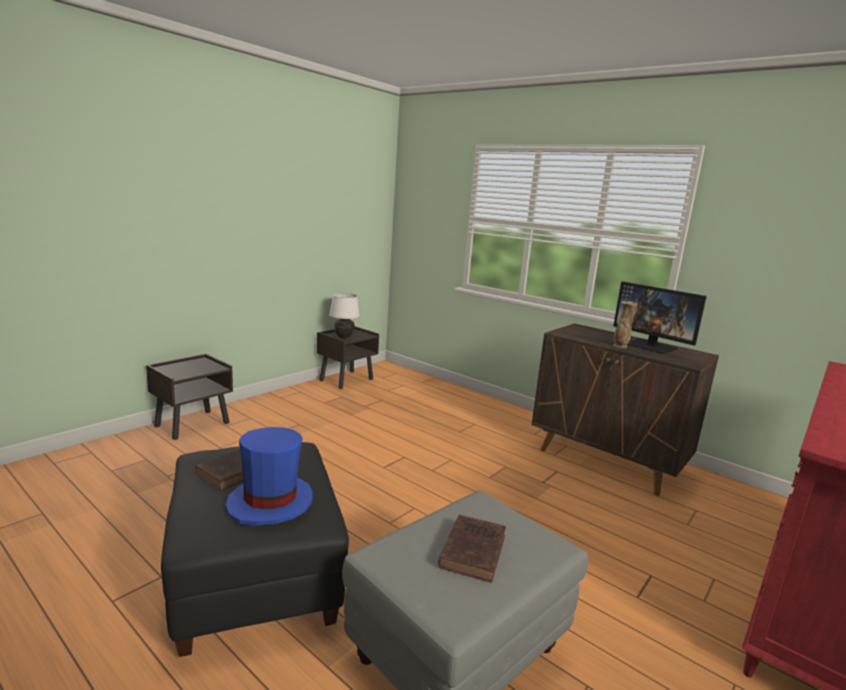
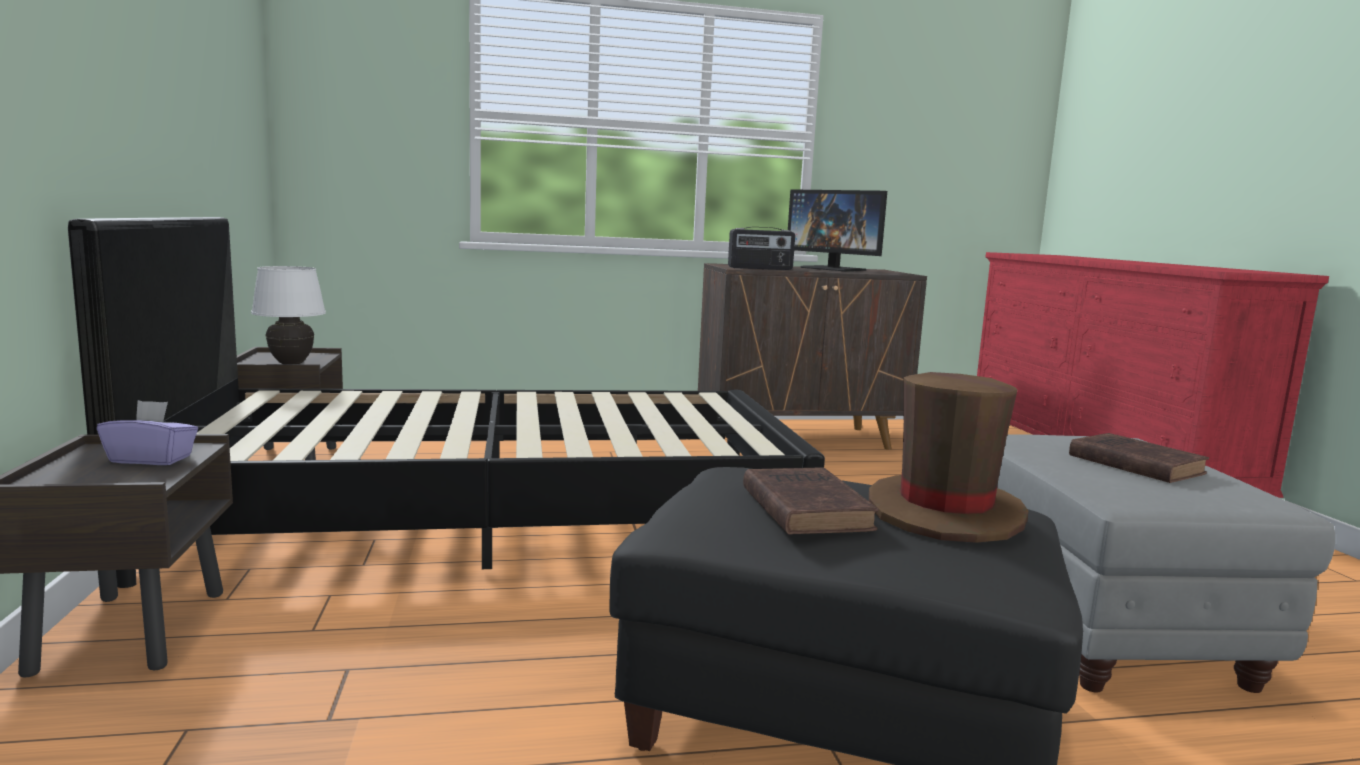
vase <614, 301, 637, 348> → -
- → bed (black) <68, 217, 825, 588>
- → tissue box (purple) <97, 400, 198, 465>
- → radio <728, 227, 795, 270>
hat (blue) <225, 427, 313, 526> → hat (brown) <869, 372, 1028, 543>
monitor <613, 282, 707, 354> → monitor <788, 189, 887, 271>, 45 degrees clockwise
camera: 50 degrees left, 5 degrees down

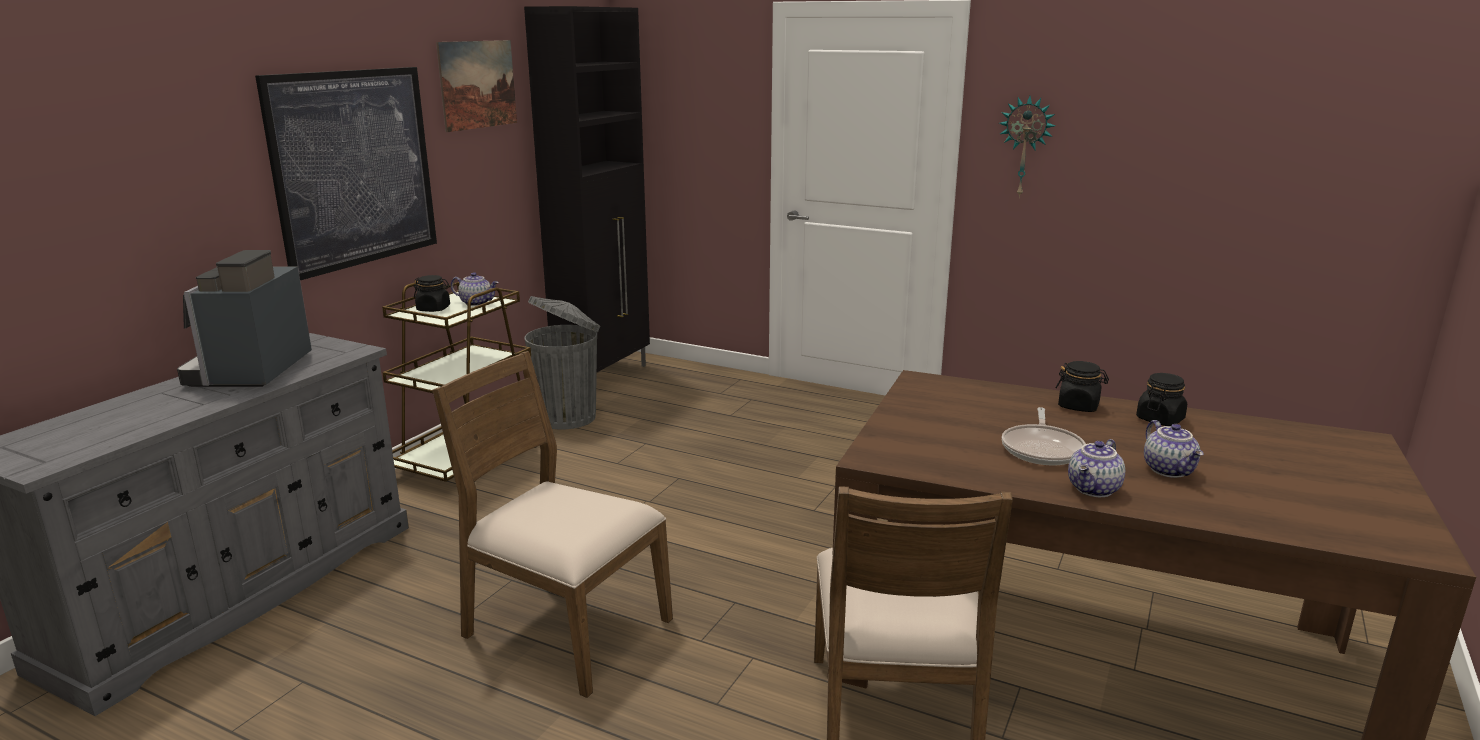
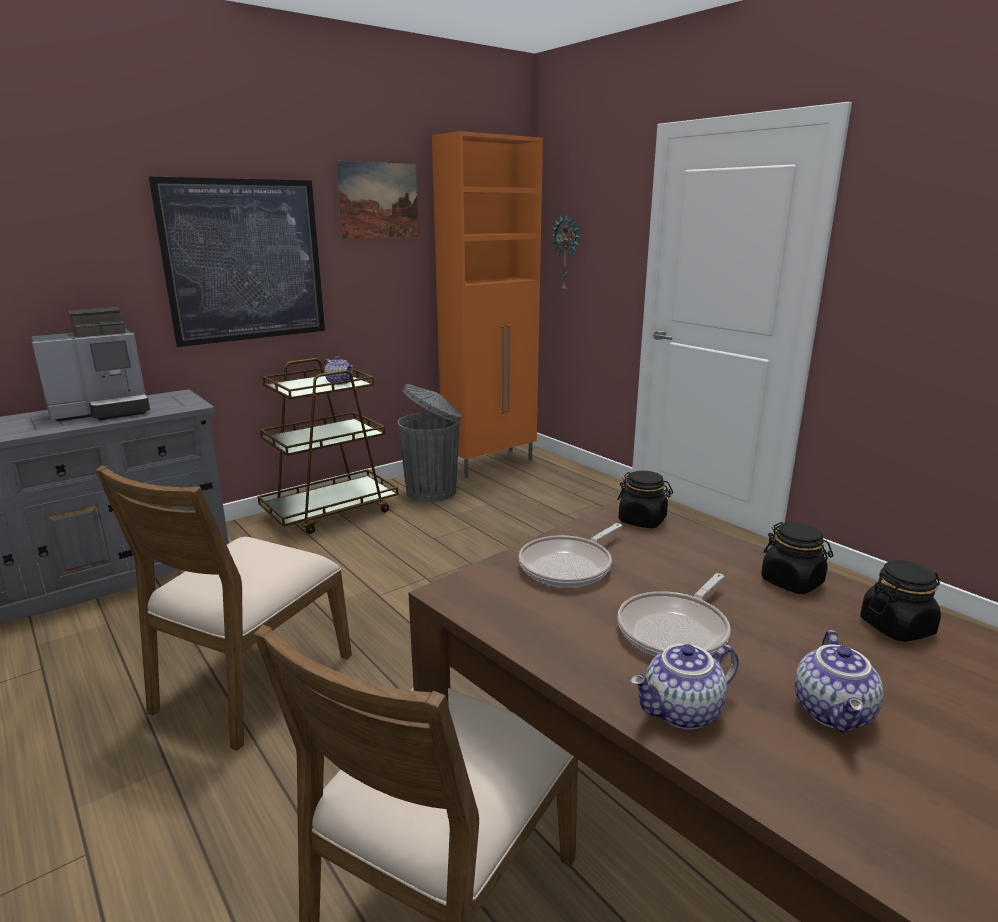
- → frying pan <519, 523, 622, 587>
jar (black) <414, 275, 450, 312> → jar (black) <617, 471, 673, 528>, move
wall clock <999, 96, 1055, 198> → wall clock <552, 214, 580, 291>, move
cabinet (black) <524, 6, 650, 372> → cabinet (orange) <432, 131, 543, 478>
coffee machine <177, 250, 312, 387> → coffee machine <31, 307, 150, 421>, 150 degrees counterclockwise
chair (brown) <432, 351, 673, 698> → chair (brown) <95, 466, 352, 751>, 120 degrees counterclockwise
camera: 25 degrees right, 0 degrees up

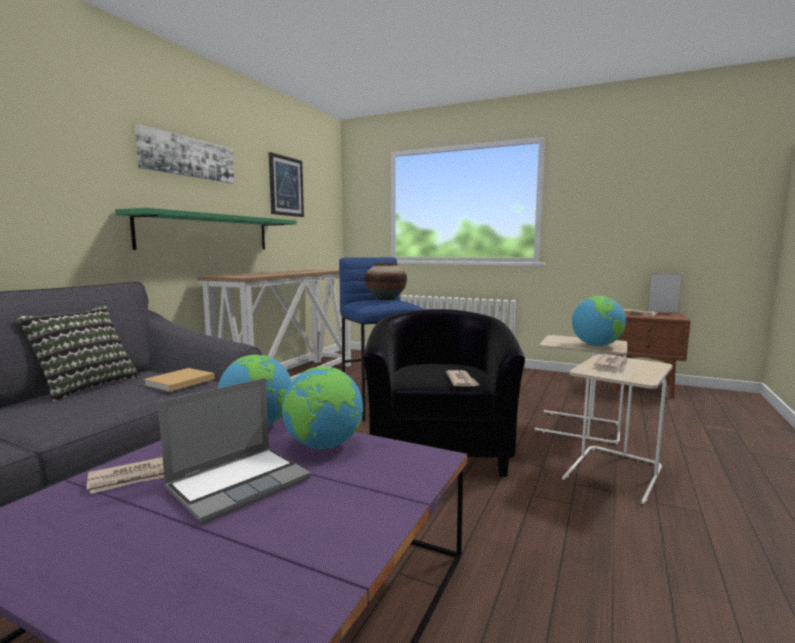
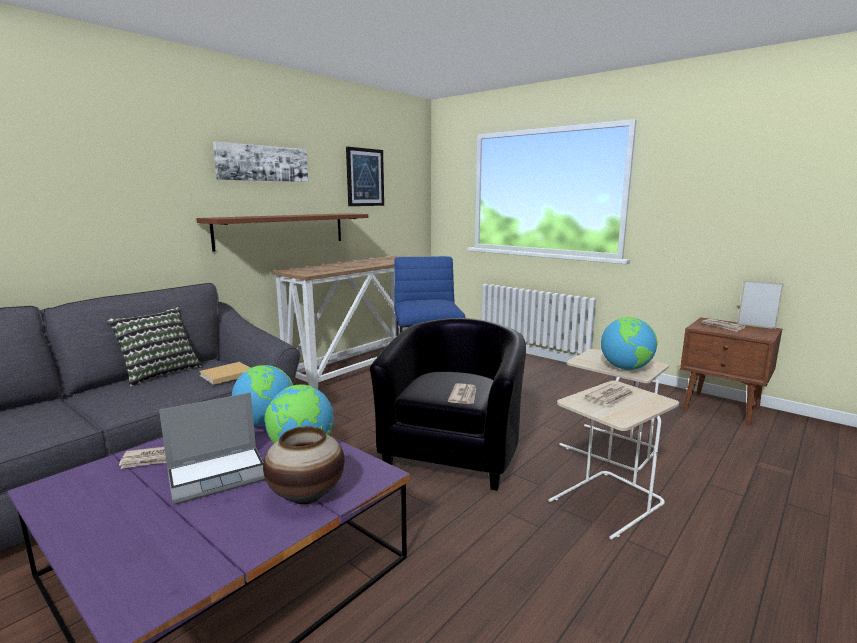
vase <365, 263, 407, 300> → vase <263, 426, 344, 505>, move
shelf (green) <115, 208, 297, 250> → shelf (brown) <196, 213, 368, 252>
camera: 15 degrees right, 5 degrees up

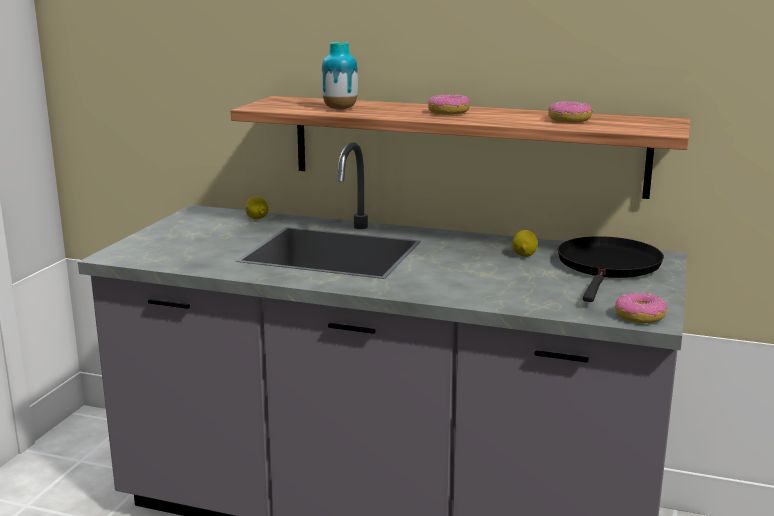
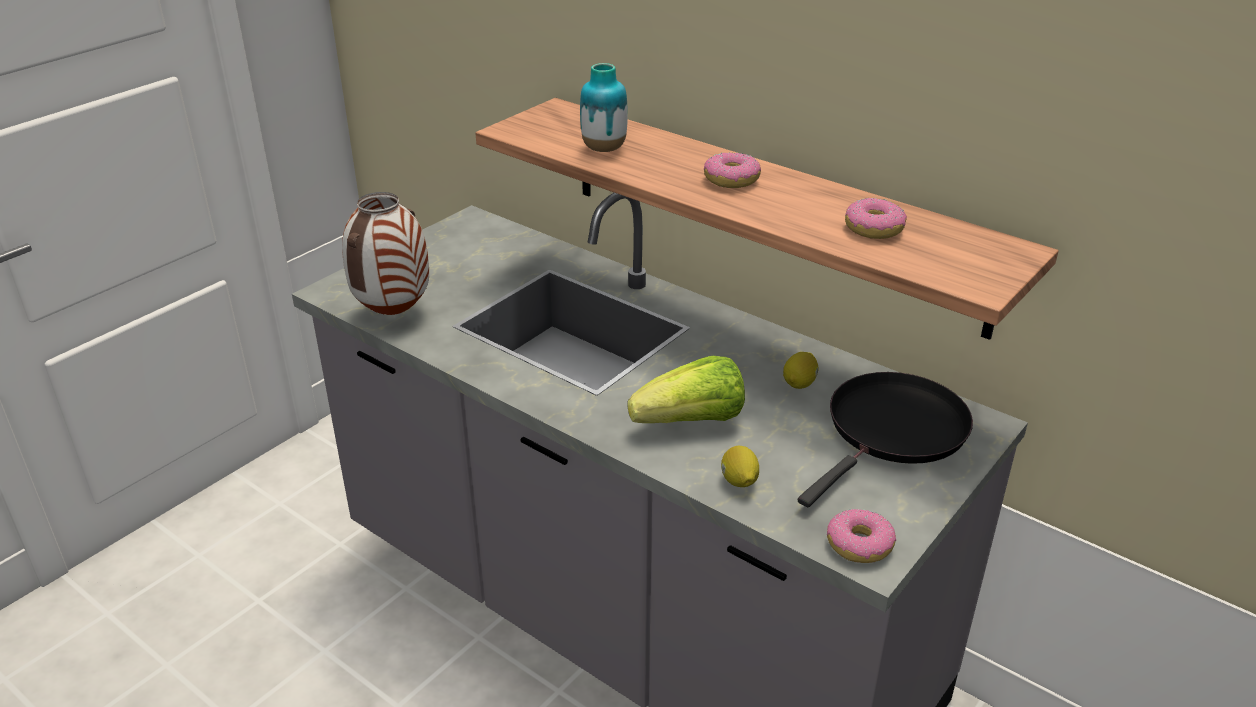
- → vase <342, 192, 429, 315>
- → lettuce <628, 356, 745, 423>
lemon <245, 196, 268, 219> → lemon <721, 446, 759, 487>, move
camera: 20 degrees right, 15 degrees up

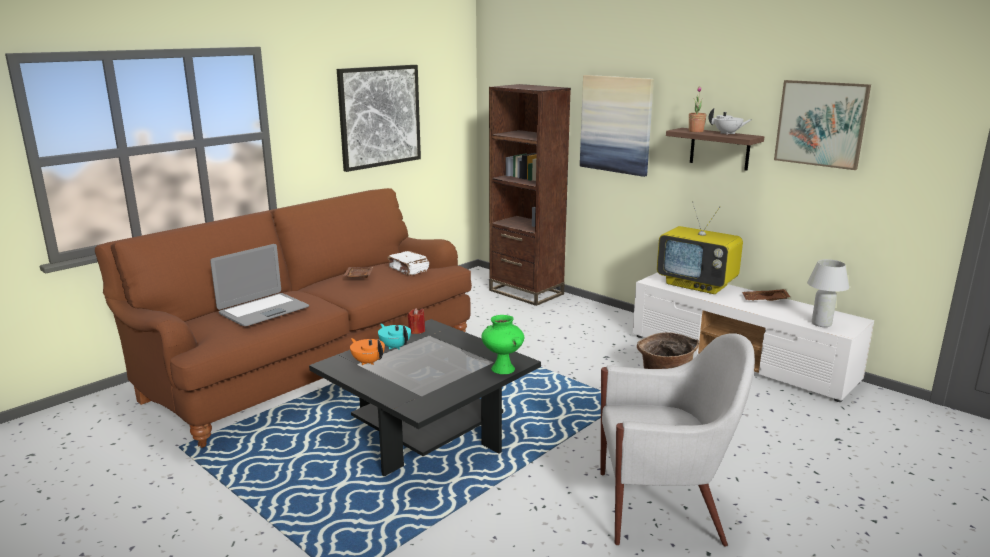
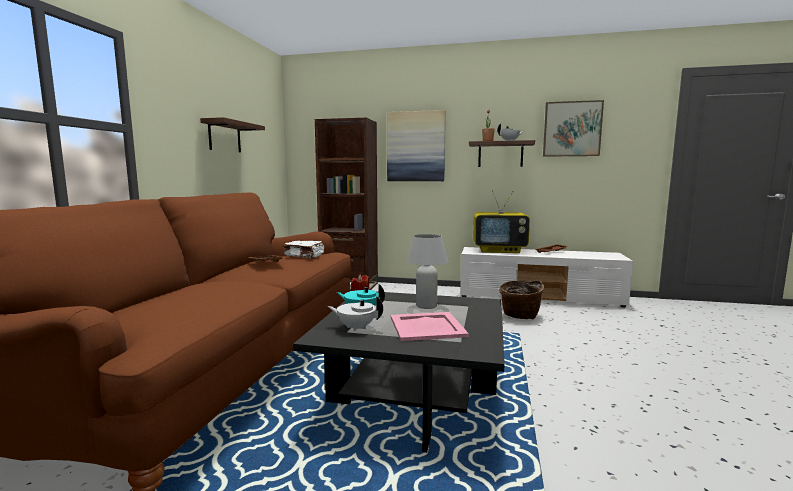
laptop <210, 244, 309, 326> → -
vase (green) <481, 315, 524, 374> → -
armchair (white) <600, 333, 755, 547> → -
- → tray (pink) <391, 312, 469, 341>
table lamp (white) <807, 259, 849, 327> → table lamp (white) <406, 234, 449, 309>, move
picture <337, 65, 421, 172> → shelf <200, 117, 265, 152>
teapot (orange) <350, 338, 385, 365> → teapot (white) <328, 296, 383, 332>
camera: 30 degrees left, 10 degrees down

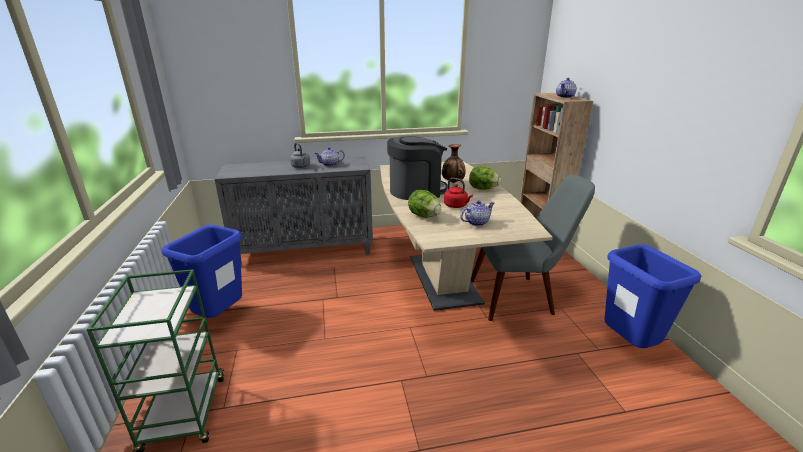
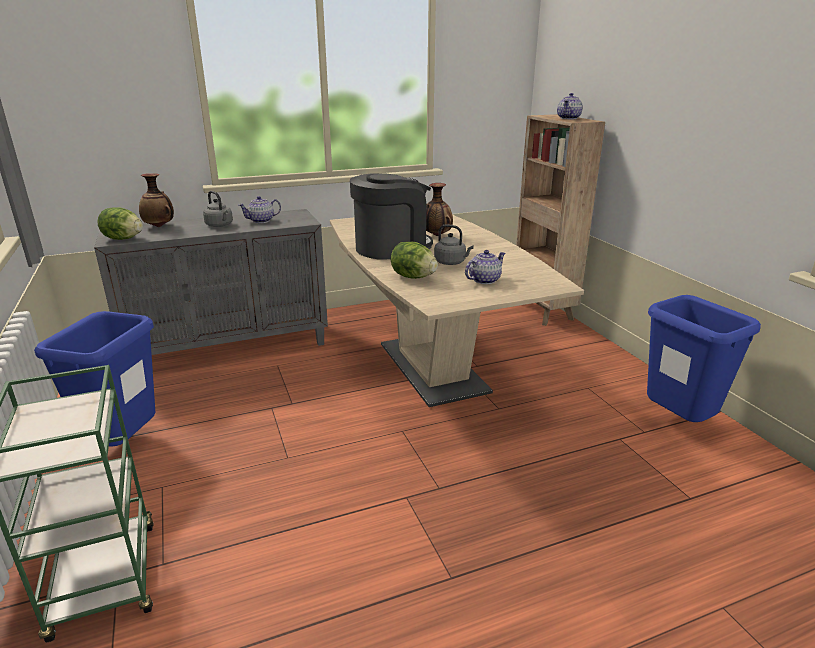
chair (grey) <471, 174, 595, 321> → -
- → vase <139, 173, 174, 227>
lettuce <469, 166, 501, 190> → lettuce <97, 207, 143, 240>, move
kettle (red) <444, 178, 473, 208> → kettle (grey) <434, 224, 474, 265>
camera: 10 degrees left, 0 degrees up

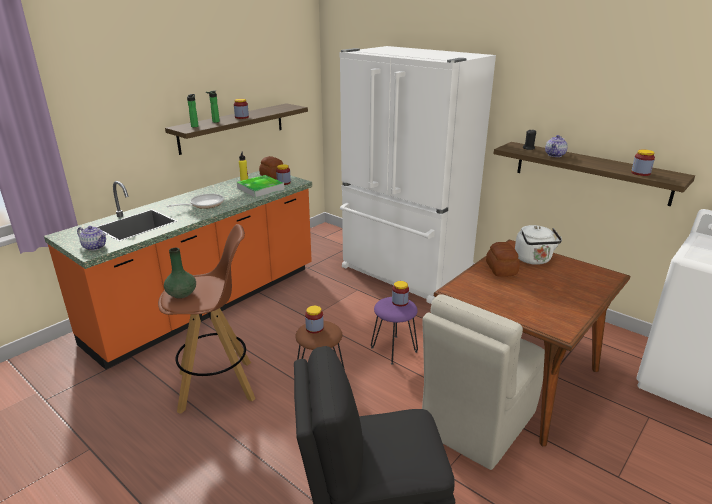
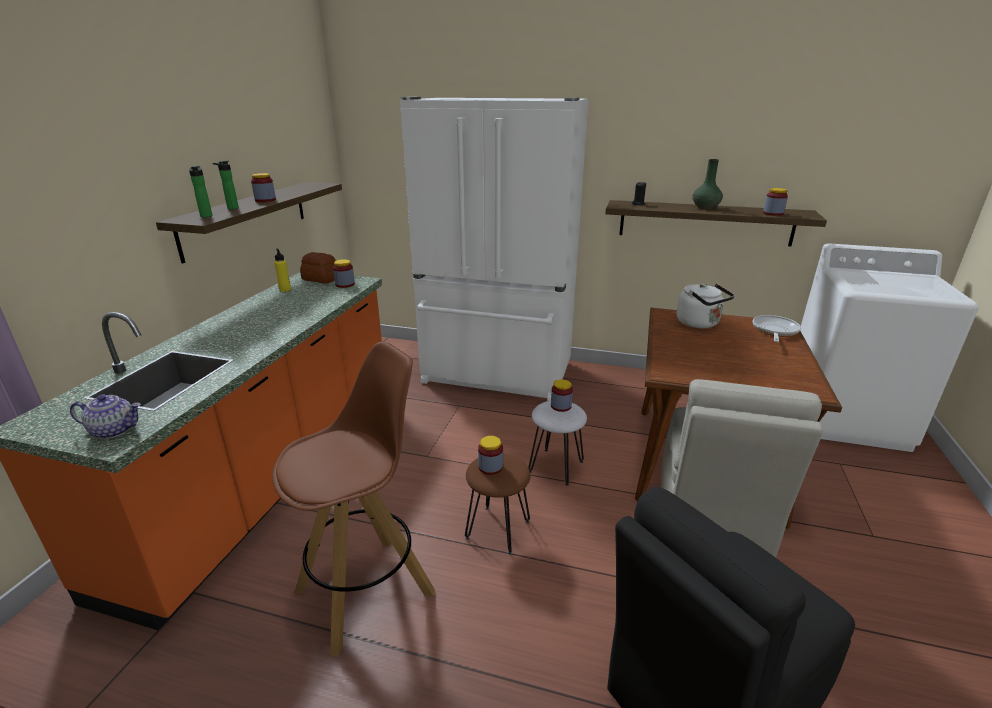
tray <237, 175, 284, 197> → -
bread <486, 242, 520, 277> → -
teapot <545, 135, 568, 157> → -
vase (green) <164, 248, 196, 299> → vase (green) <693, 159, 723, 209>, move
frying pan <167, 194, 224, 209> → frying pan <752, 315, 801, 342>, move
stool (purple) <371, 297, 418, 364> → stool (white) <528, 401, 587, 485>
camera: 25 degrees left, 0 degrees up

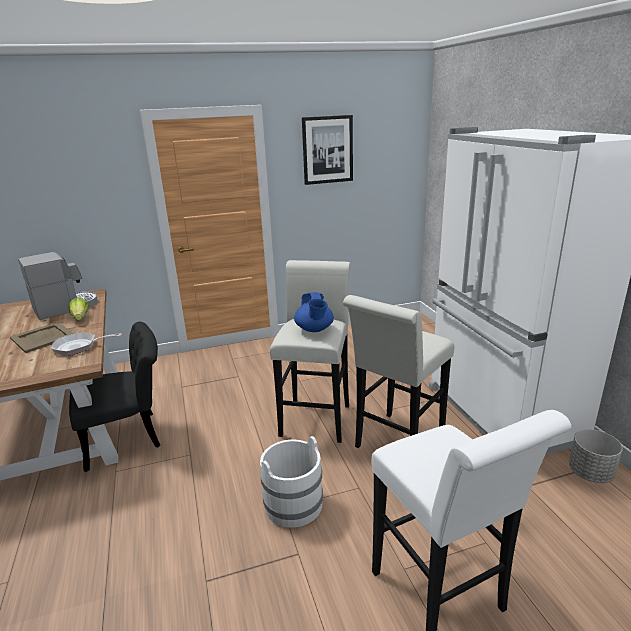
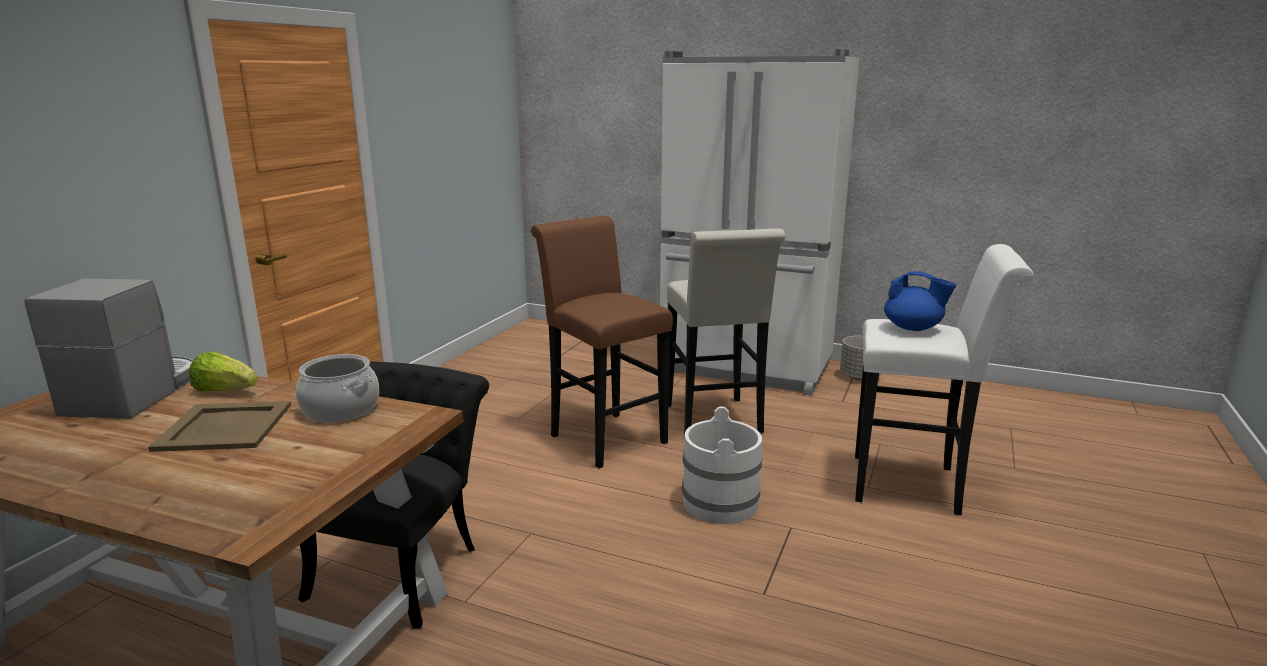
picture <302, 115, 353, 185> → -
teapot (blue) <294, 292, 334, 332> → teapot (blue) <884, 271, 956, 331>, move
frying pan <50, 332, 123, 356> → cooking pot <296, 354, 379, 422>
stool (white) <270, 260, 351, 443> → stool (brown) <531, 216, 673, 468>
camera: 50 degrees left, 5 degrees down

